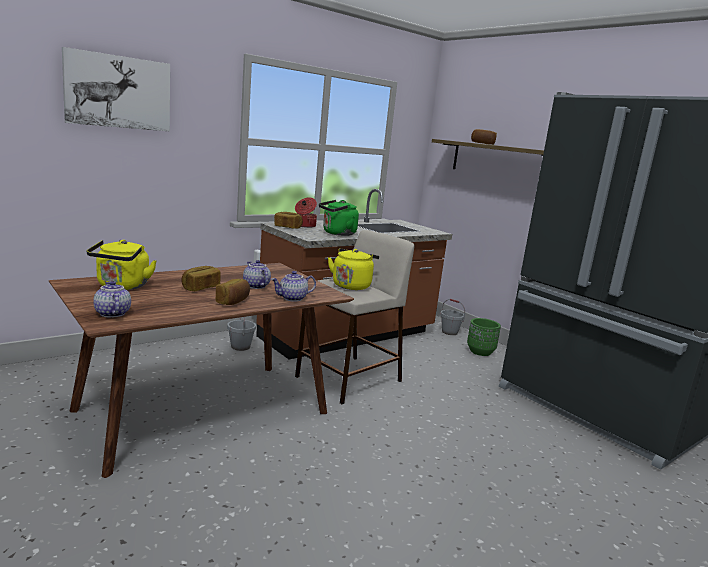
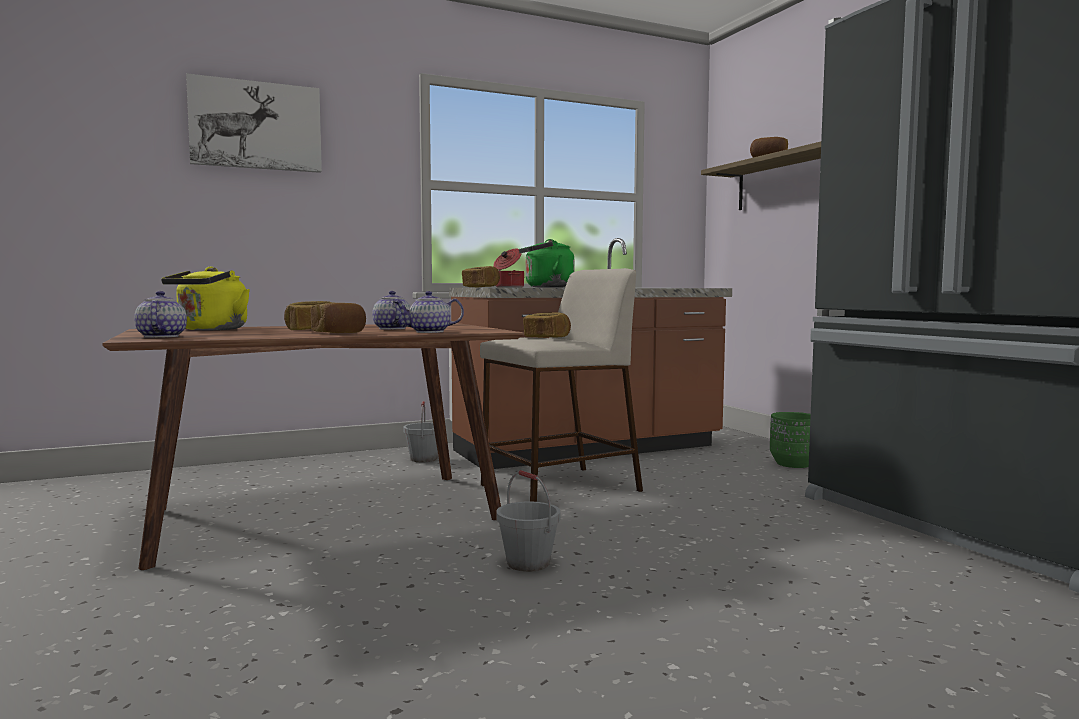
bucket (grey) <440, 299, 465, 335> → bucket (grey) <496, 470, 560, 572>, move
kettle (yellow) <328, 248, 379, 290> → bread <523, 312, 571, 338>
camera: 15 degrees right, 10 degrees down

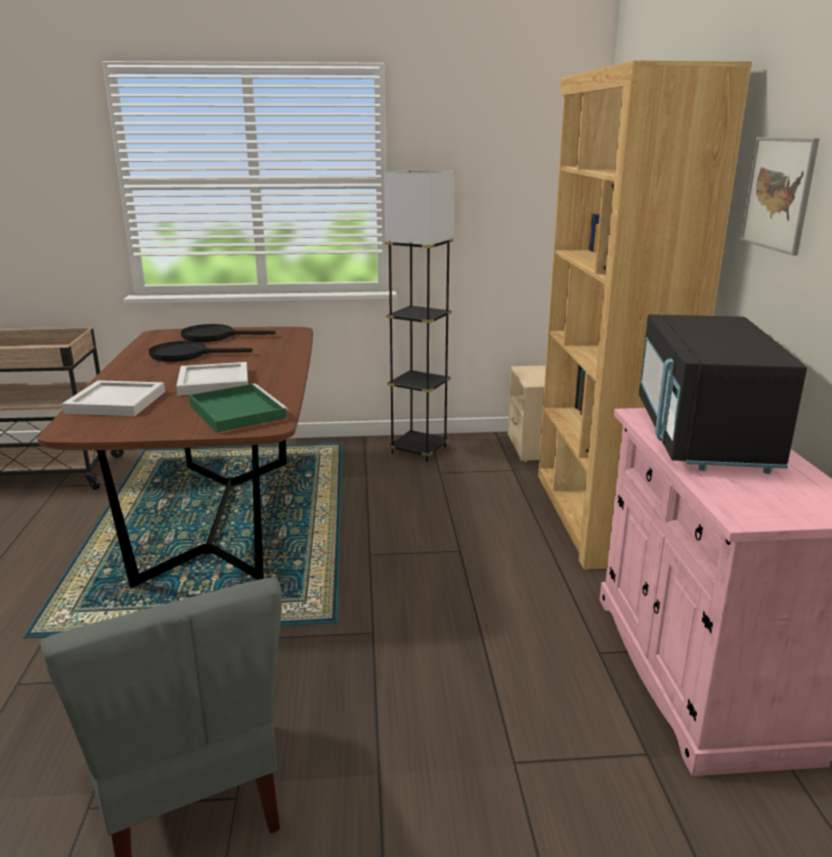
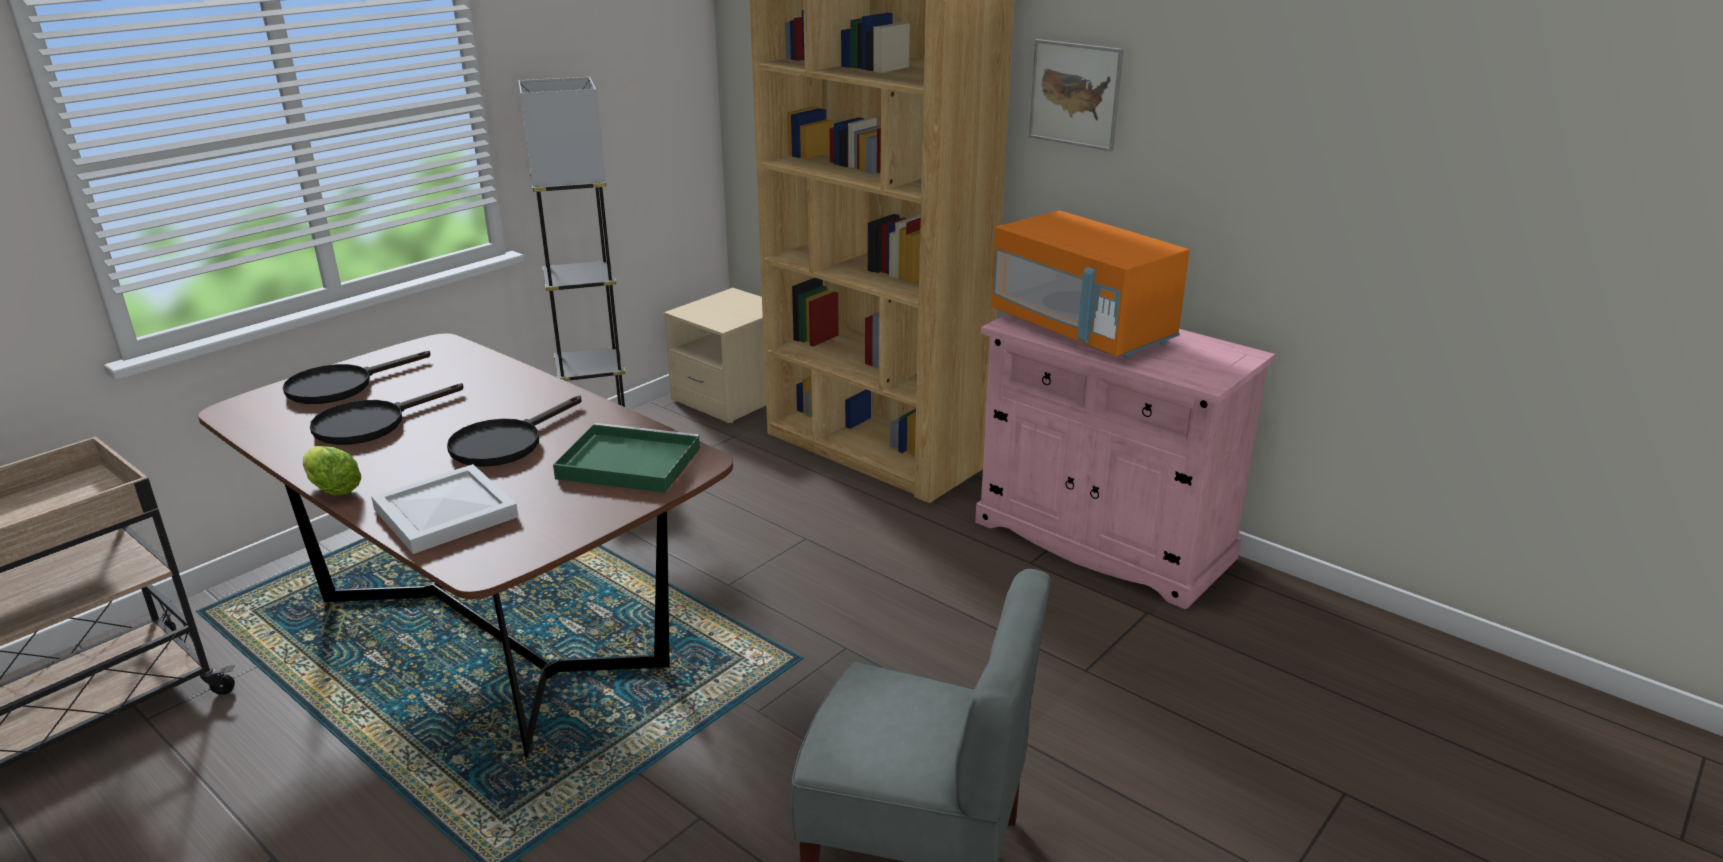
- → lettuce <303, 446, 361, 496>
tray (white) <176, 362, 248, 396> → frying pan (black) <447, 395, 582, 467>
microwave (black) <639, 314, 807, 474> → microwave (orange) <991, 210, 1190, 358>
camera: 45 degrees left, 5 degrees up

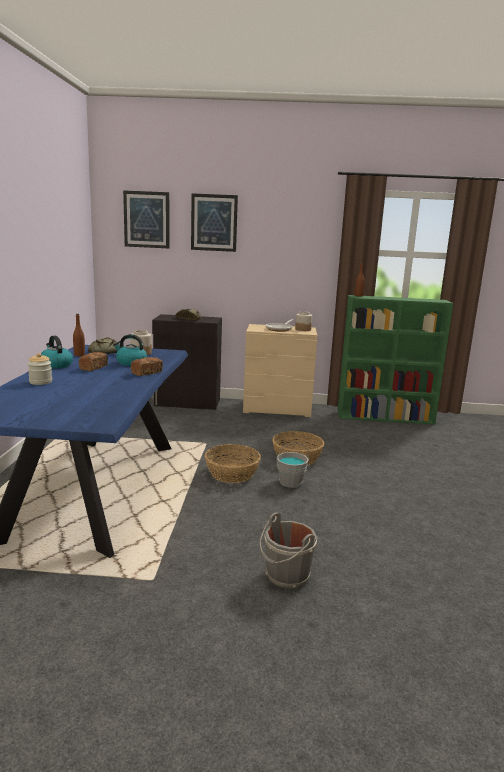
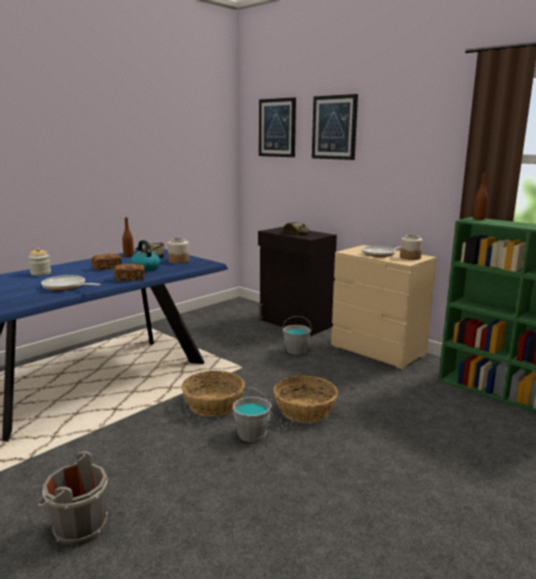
kettle <41, 336, 73, 369> → -
- → frying pan <41, 275, 100, 291>
- → bucket (grey) <282, 316, 312, 355>
camera: 40 degrees right, 0 degrees up

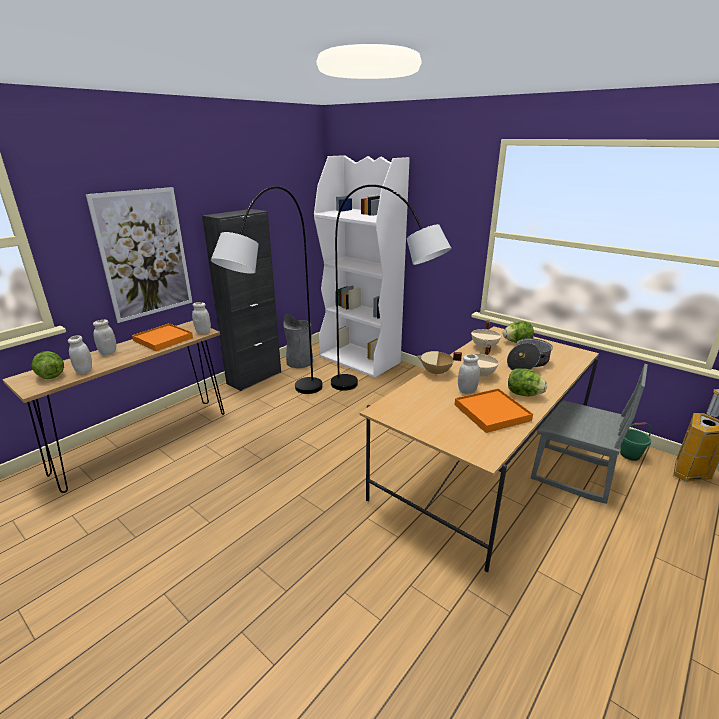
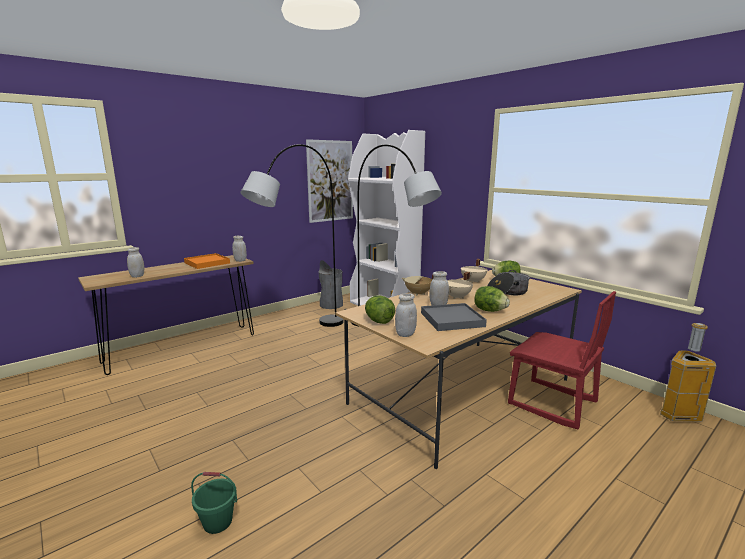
cabinet (black) <202, 209, 281, 391> → -
lettuce <32, 351, 64, 379> → lettuce <365, 296, 395, 324>, move
picture <86, 187, 192, 323> → picture <306, 139, 353, 223>, move
jar (white) <93, 320, 116, 355> → jar (white) <395, 293, 417, 337>, move
bucket (green) <620, 422, 652, 461> → bucket (green) <191, 472, 237, 534>, move
tray (orange) <455, 388, 533, 433> → tray (grey) <421, 303, 487, 331>
chair (grey) <531, 364, 648, 504> → chair (red) <508, 291, 616, 429>
camera: 10 degrees right, 10 degrees down

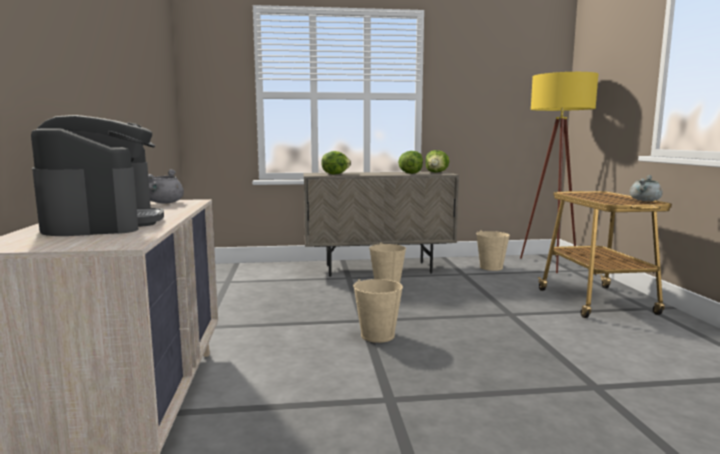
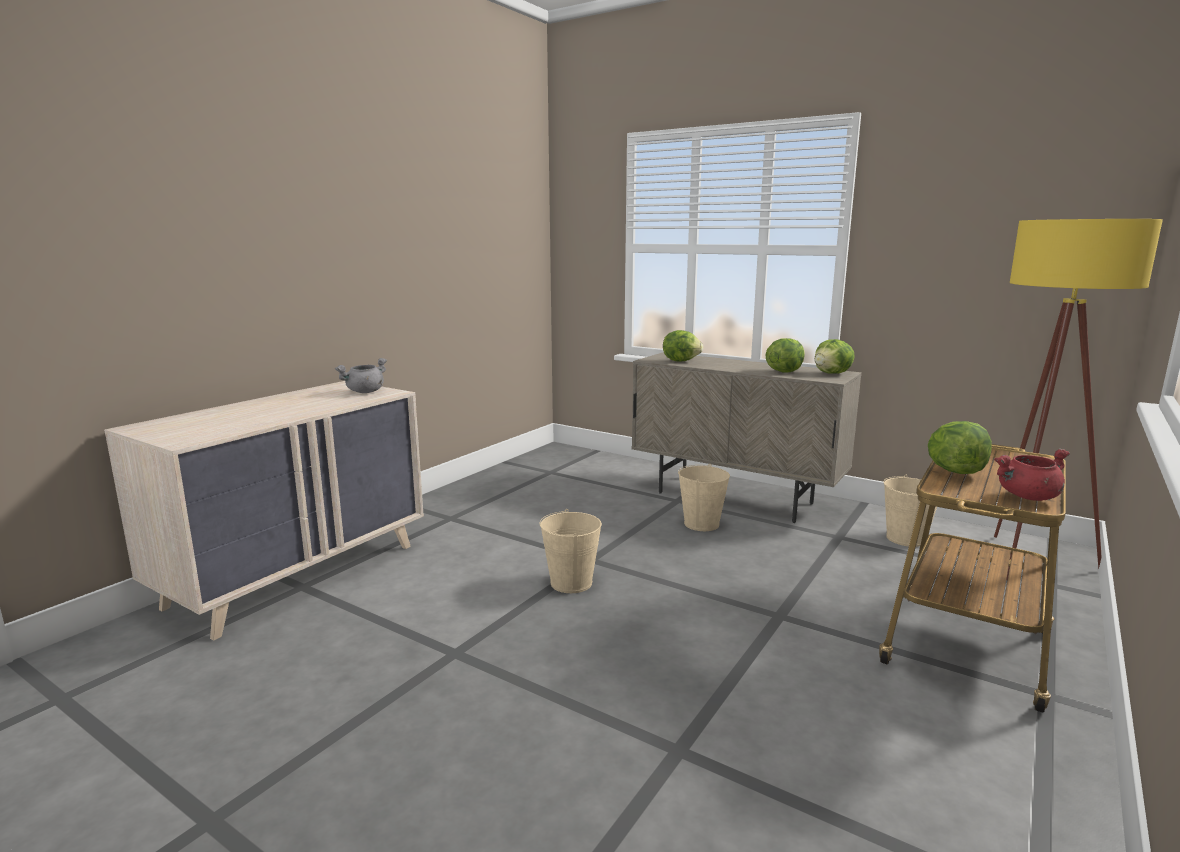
coffee machine <31, 115, 164, 236> → -
- → lettuce <928, 421, 992, 474>
cooking pot (grey) <630, 175, 663, 202> → cooking pot (red) <994, 449, 1070, 501>
camera: 40 degrees right, 5 degrees up

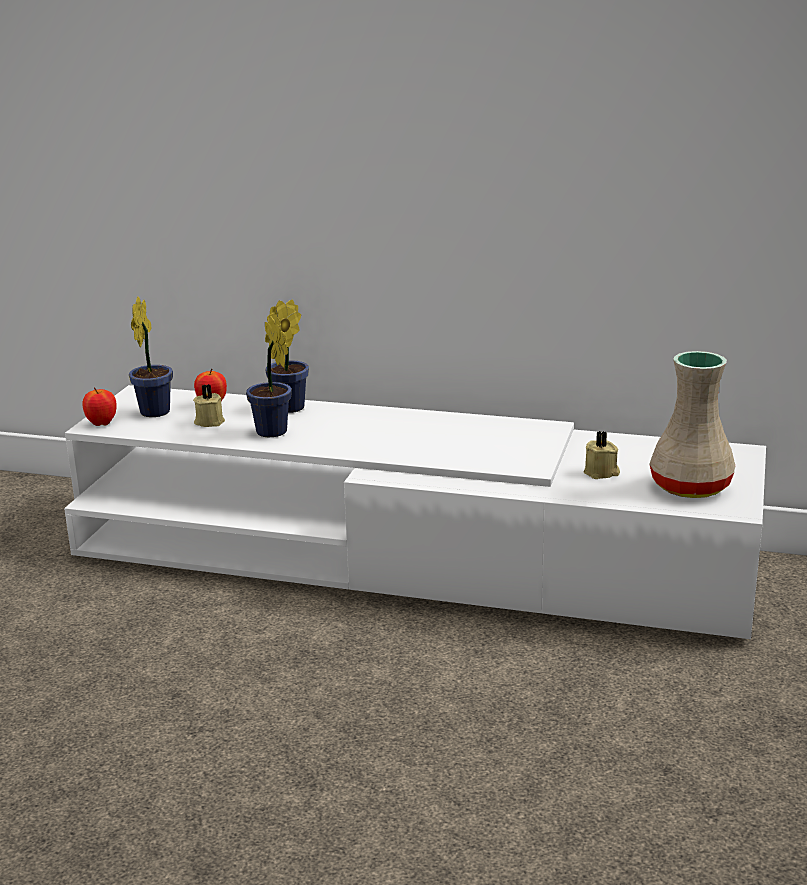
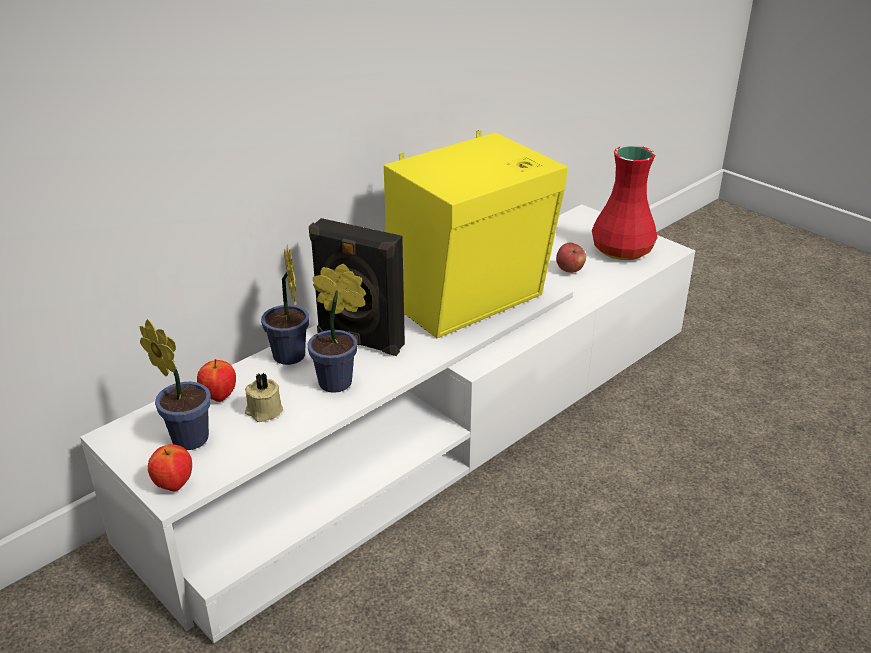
- → speaker (black) <309, 218, 405, 356>
- → speaker (yellow) <384, 130, 567, 338>
candle (beige) <584, 431, 620, 479> → apple <556, 243, 586, 273>
vase (beige) <649, 351, 735, 498> → vase (red) <592, 145, 657, 260>
camera: 60 degrees left, 10 degrees up

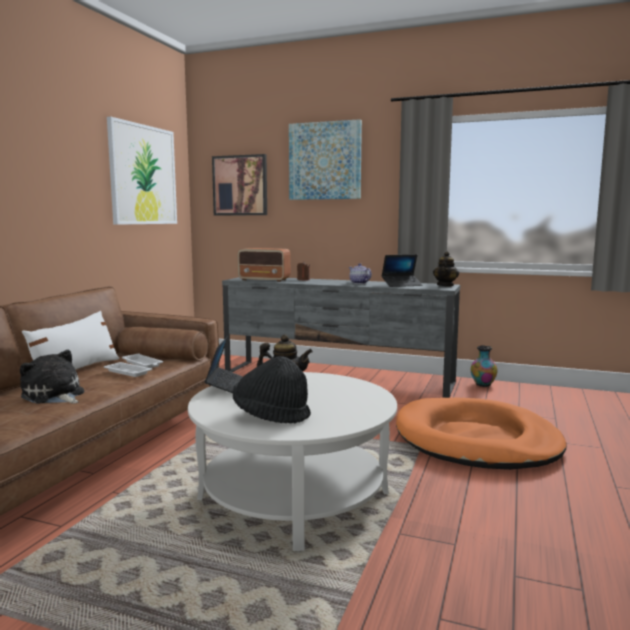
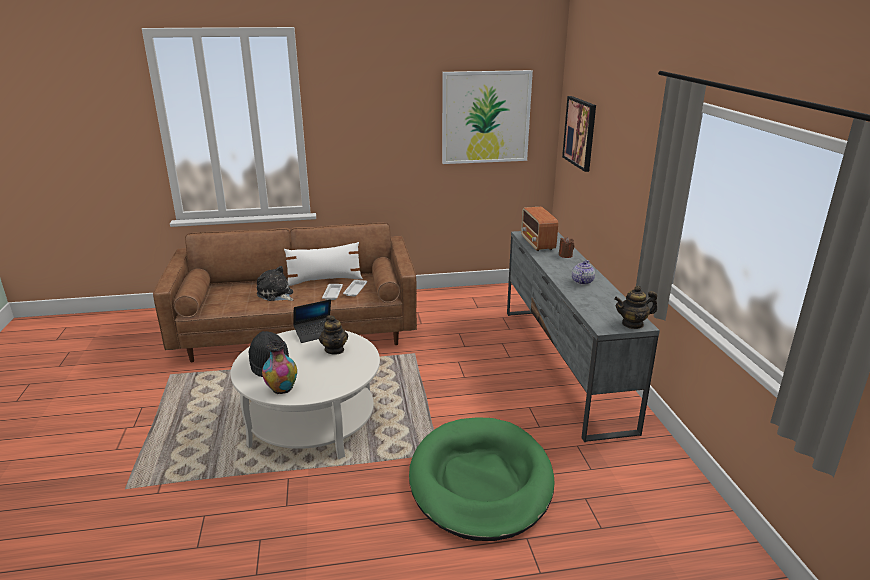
picture <289, 119, 362, 200> → -
laptop <381, 254, 422, 287> → -
vase <471, 345, 498, 387> → vase <262, 340, 297, 394>, move
dog bed (orange) <396, 398, 567, 470> → dog bed (green) <409, 417, 555, 541>
plush toy <20, 350, 84, 404> → plush toy <257, 266, 293, 301>, 60 degrees counterclockwise
camera: 60 degrees right, 15 degrees up

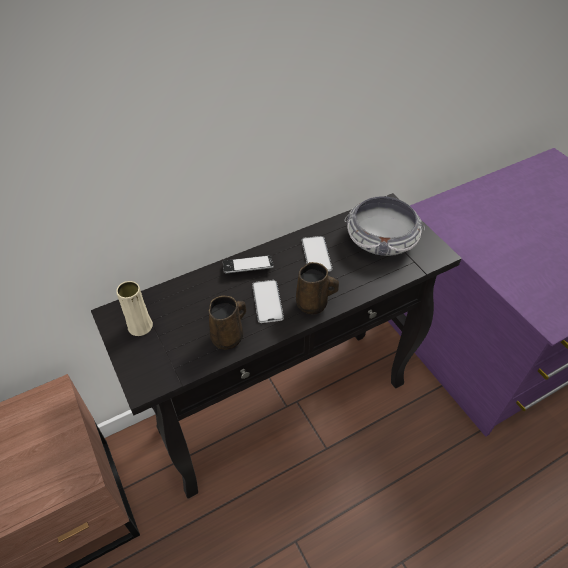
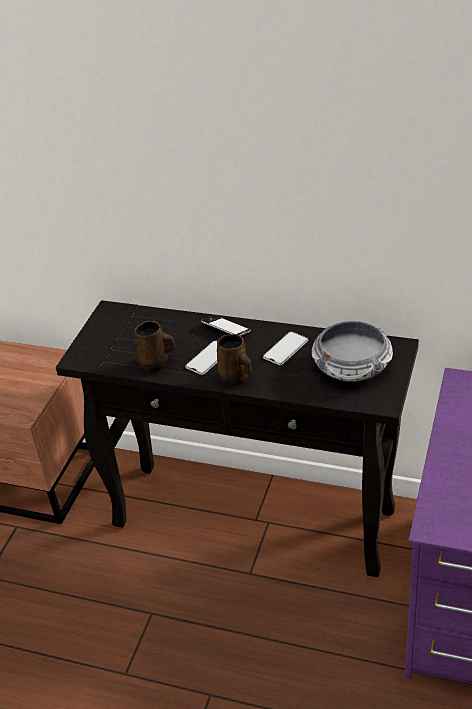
vase (beige) <116, 281, 153, 336> → -
camera: 50 degrees right, 10 degrees down

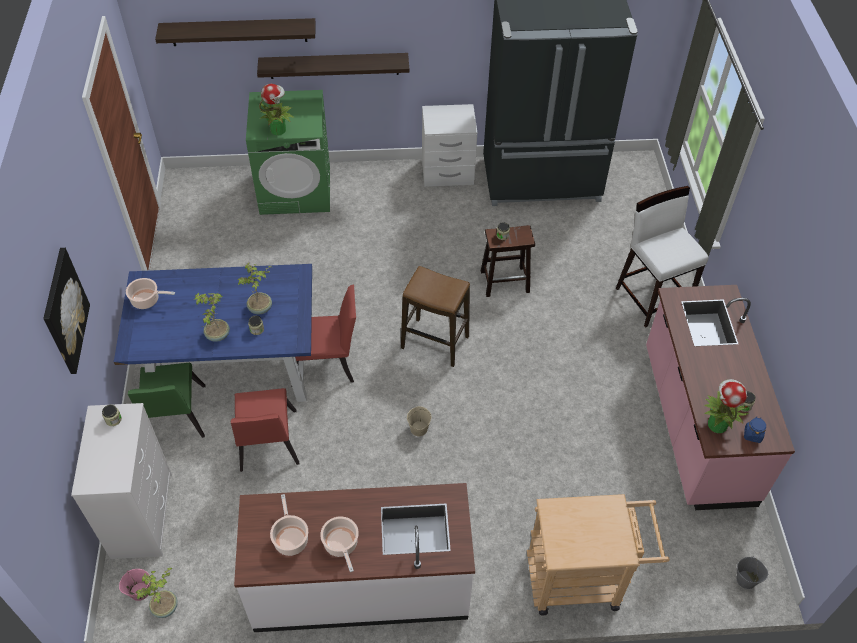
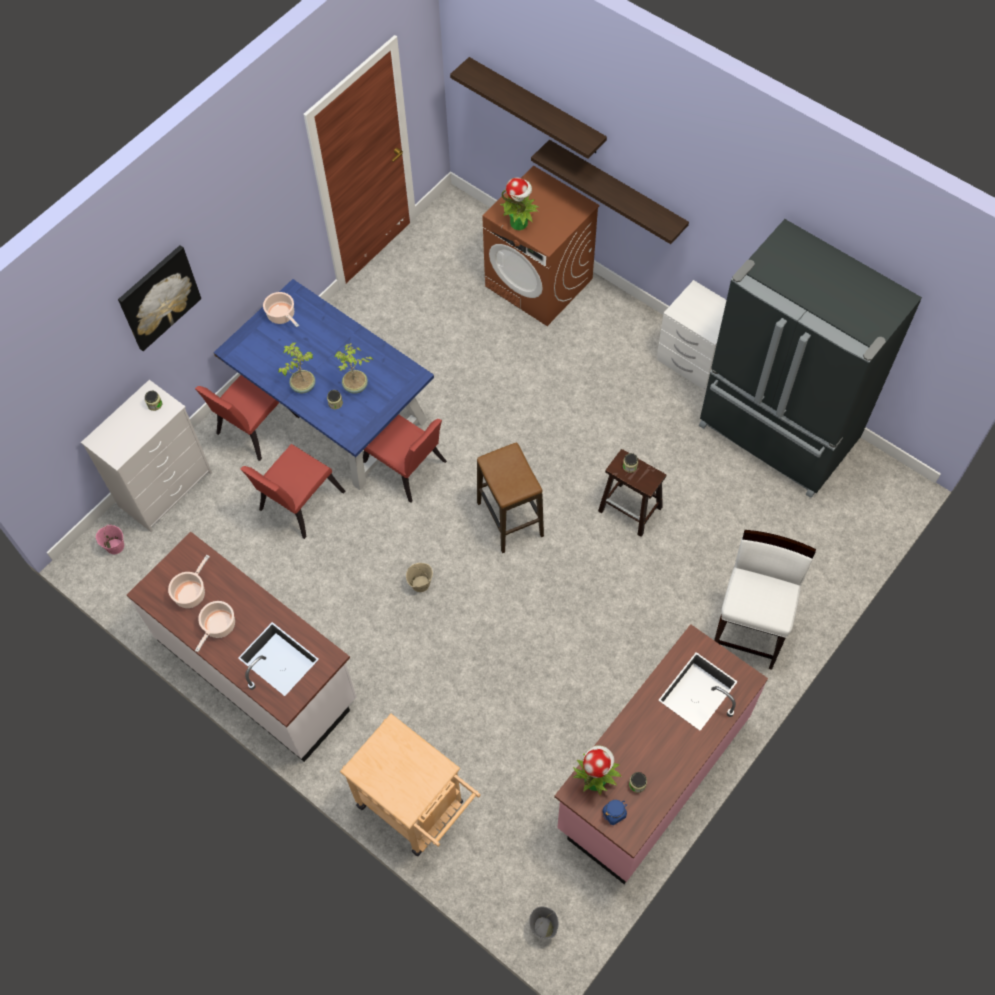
potted plant <136, 568, 178, 618> → -
chair (green) <128, 363, 205, 438> → chair (red) <195, 375, 299, 461>
washing machine (green) <246, 90, 330, 215> → washing machine (brown) <482, 166, 600, 326>
camera: 45 degrees right, 10 degrees up

